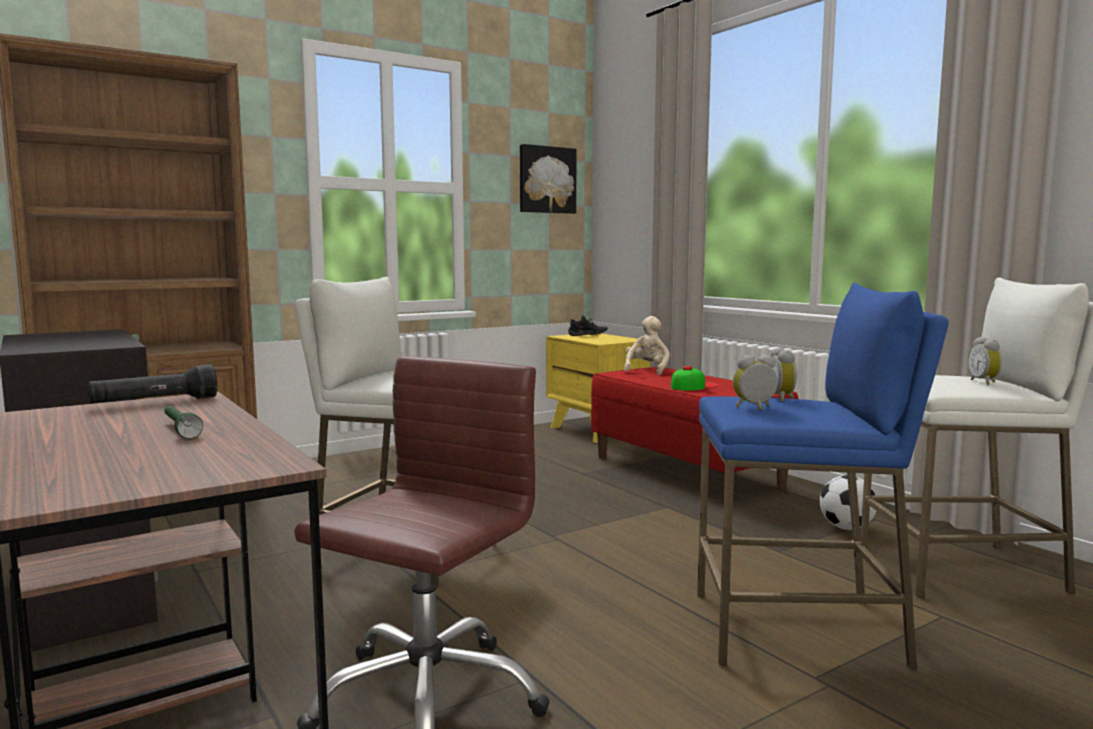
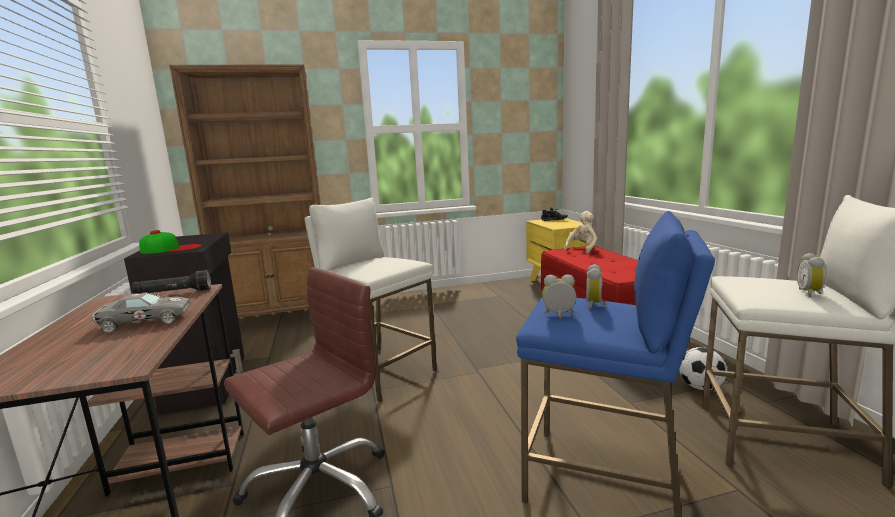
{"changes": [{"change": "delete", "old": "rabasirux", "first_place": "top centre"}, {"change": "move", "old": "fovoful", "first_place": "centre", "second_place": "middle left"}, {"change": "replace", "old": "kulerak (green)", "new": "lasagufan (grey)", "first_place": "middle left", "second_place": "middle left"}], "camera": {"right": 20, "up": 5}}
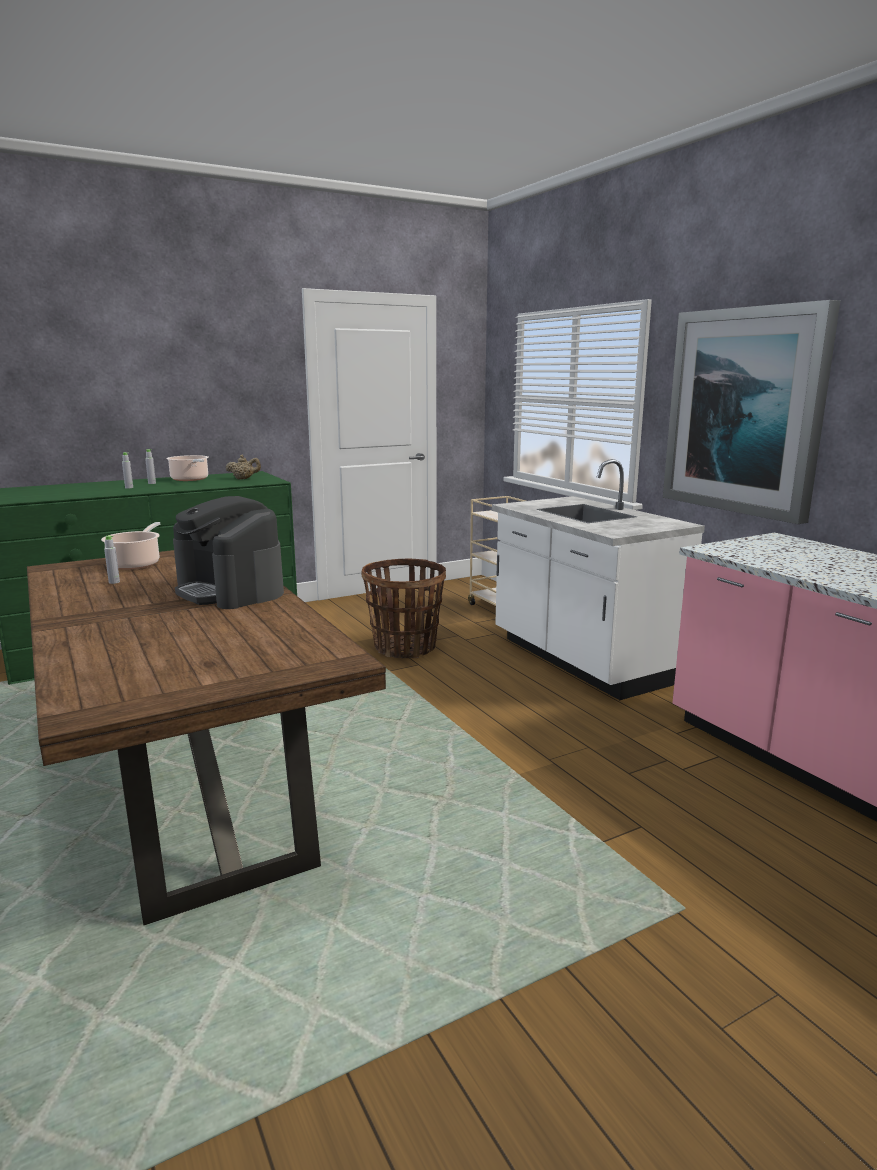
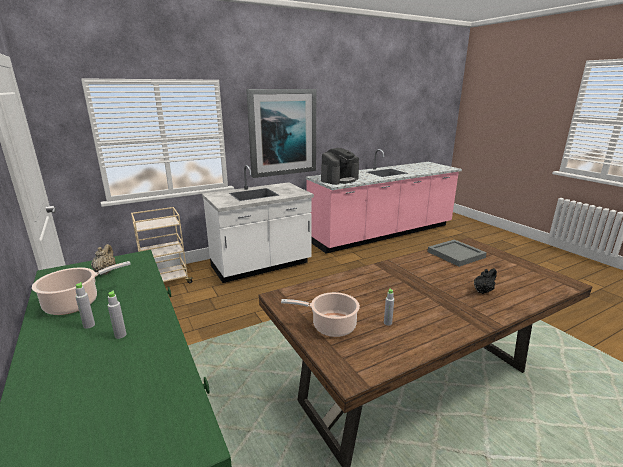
{"changes": [{"change": "move", "old": "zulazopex", "first_place": "middle left", "second_place": "centre"}, {"change": "delete", "old": "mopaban", "first_place": "centre"}, {"change": "insert", "new": "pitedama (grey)", "second_place": "middle right"}, {"change": "insert", "new": "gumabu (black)", "second_place": "middle right"}], "camera": {"right": -90, "up": 5}}
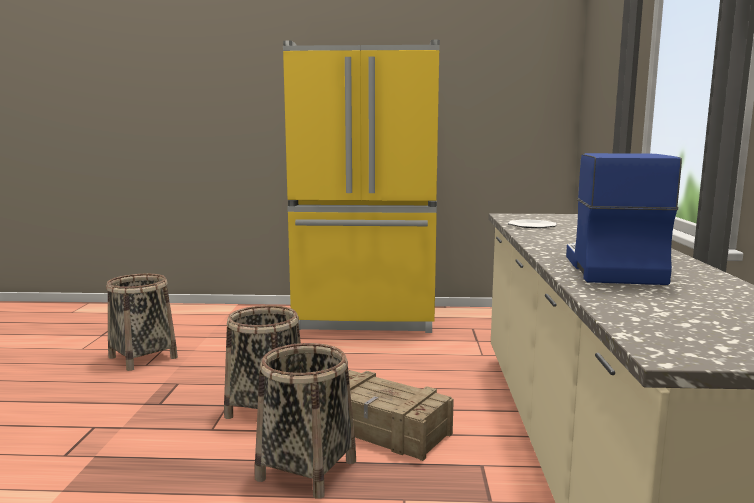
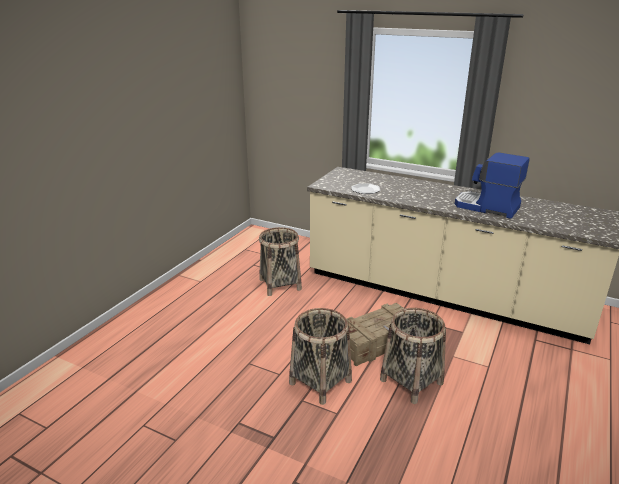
{"changes": [{"change": "delete", "old": "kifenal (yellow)", "first_place": "centre"}, {"change": "move", "old": "mopaban (1st from left)", "first_place": "middle left", "second_place": "centre"}], "camera": {"right": -65, "up": 15}}
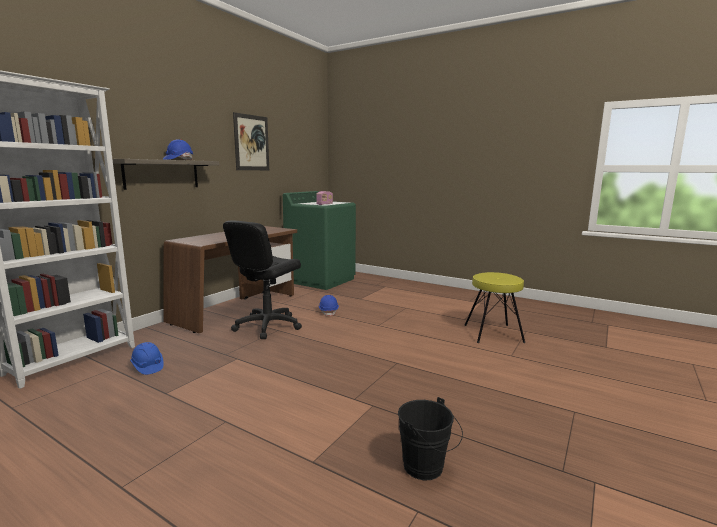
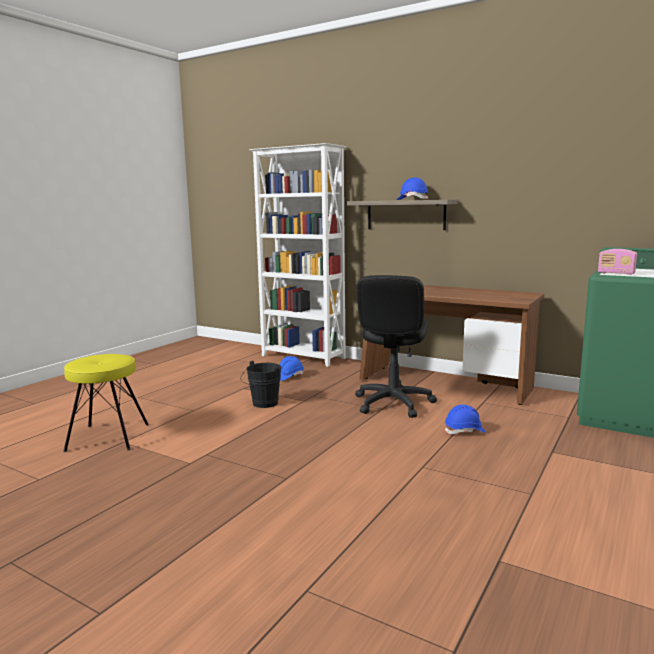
{"changes": [{"change": "delete", "old": "rabasirux", "first_place": "top centre"}, {"change": "rotate", "old": "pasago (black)", "first_place": "centre", "second_place": "centre", "degrees": -105}, {"change": "move", "old": "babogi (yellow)", "first_place": "middle right", "second_place": "middle left"}, {"change": "move", "old": "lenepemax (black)", "first_place": "bottom centre", "second_place": "centre"}], "camera": {"right": 90, "up": 0}}
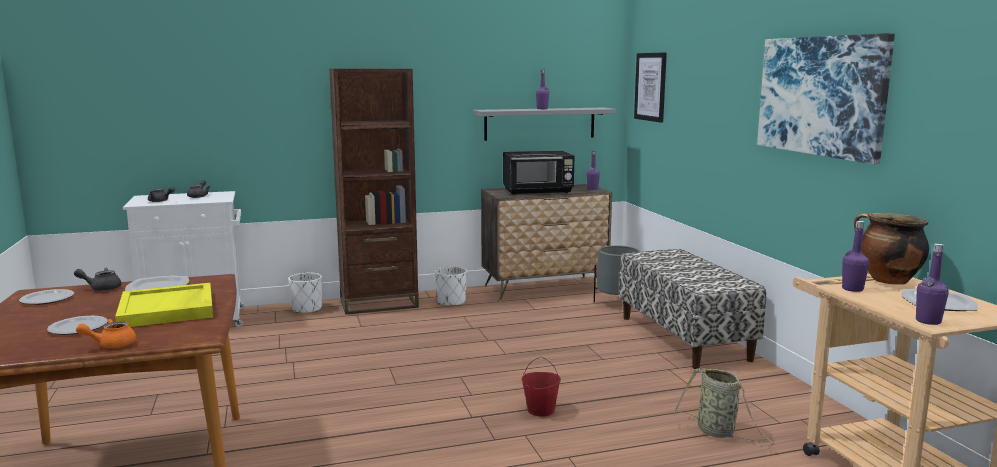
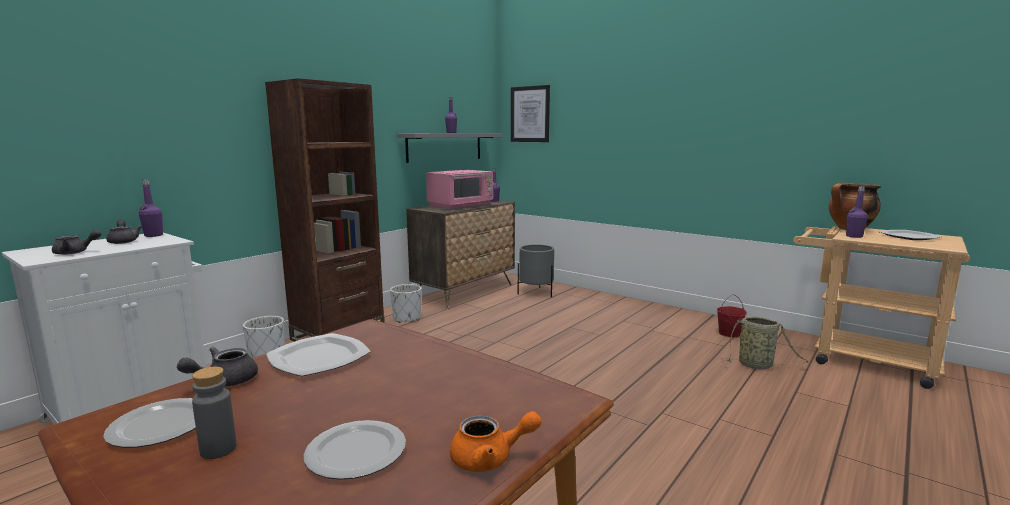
{"changes": [{"change": "delete", "old": "rabasirux (2nd from left)", "first_place": "top right"}, {"change": "recolor", "old": "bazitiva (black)", "new": "bazitiva (pink)", "first_place": "centre", "second_place": "centre"}, {"change": "move", "old": "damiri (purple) (4th from left in the first image)", "new": "damiri (purple) (1st from left)", "first_place": "middle right", "second_place": "middle left"}, {"change": "delete", "old": "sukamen", "first_place": "middle right"}, {"change": "delete", "old": "pitedama (yellow)", "first_place": "middle left"}, {"change": "rotate", "old": "gumabu (orange)", "first_place": "bottom left", "second_place": "bottom centre", "degrees": -120}, {"change": "move", "old": "lenepemax (red)", "first_place": "bottom centre", "second_place": "middle right"}, {"change": "insert", "new": "damiri (grey)", "second_place": "bottom left"}], "camera": {"right": -35, "up": 0}}
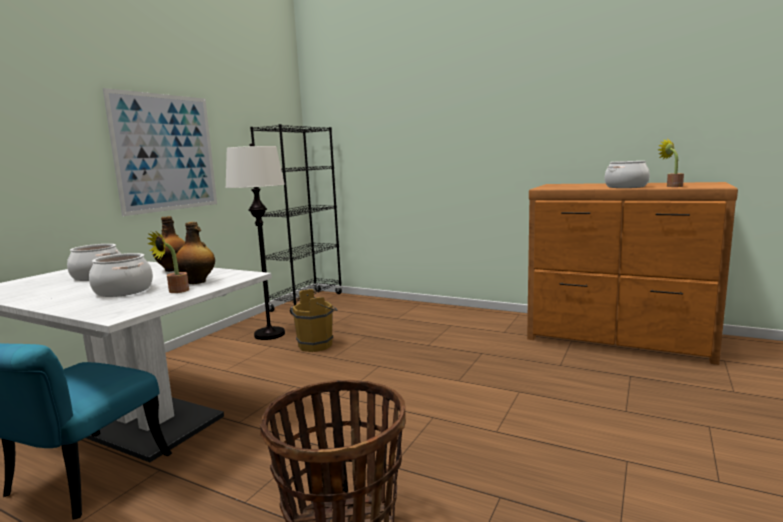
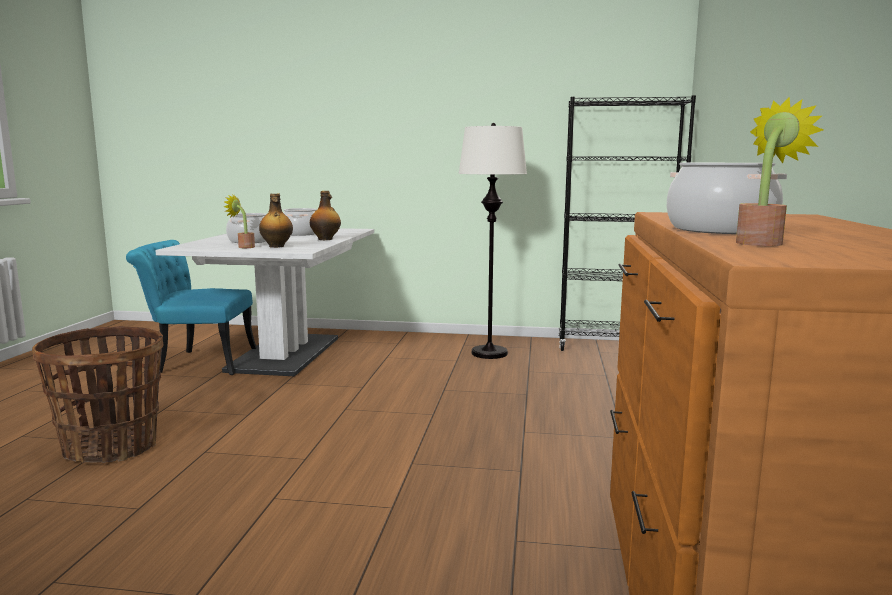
{"changes": [{"change": "delete", "old": "rabasirux", "first_place": "top left"}, {"change": "delete", "old": "lenepemax (brown)", "first_place": "centre"}], "camera": {"right": 70, "up": 0}}
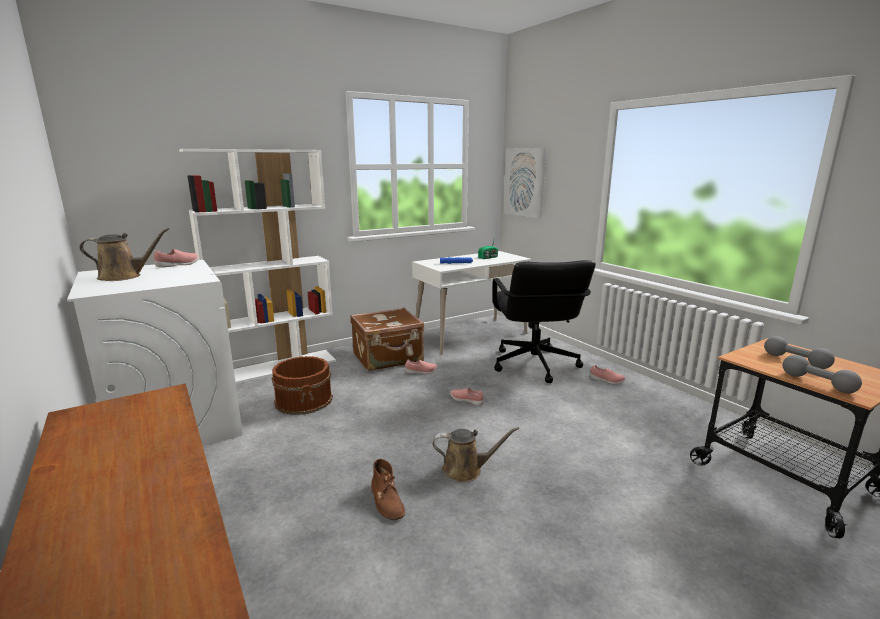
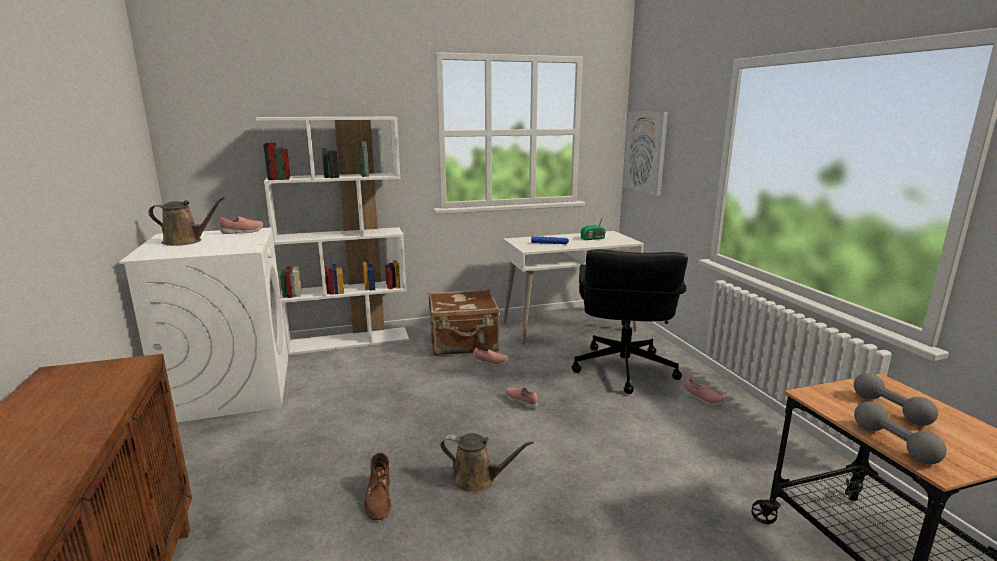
{"changes": [{"change": "delete", "old": "lenepemax (brown)", "first_place": "centre"}], "camera": {"right": 15, "up": 0}}
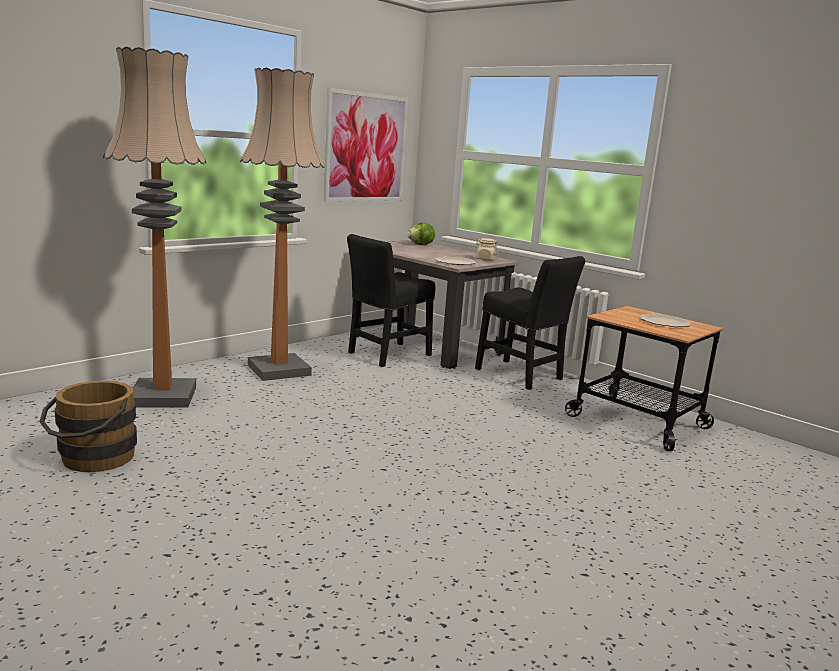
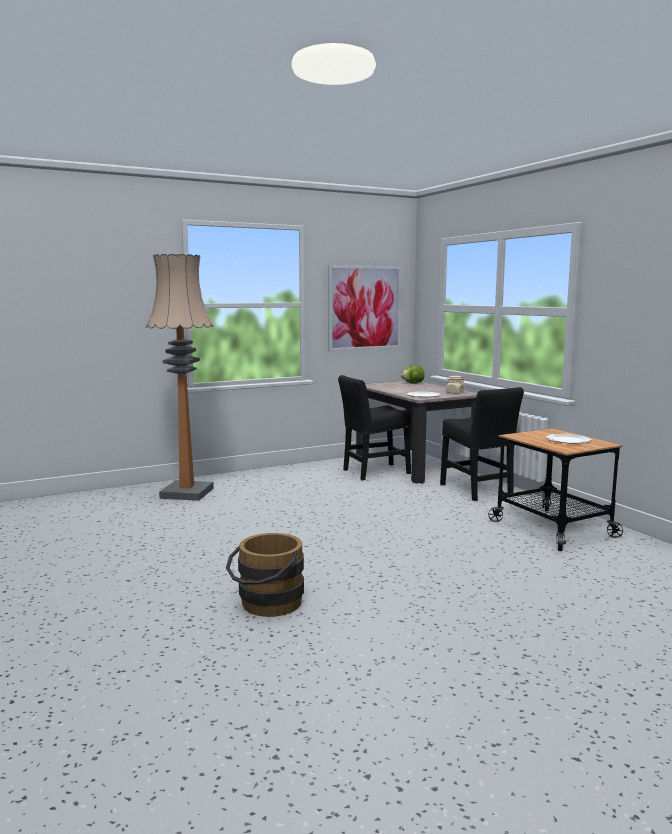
{"changes": [{"change": "delete", "old": "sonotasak (2nd from left)", "first_place": "centre"}, {"change": "move", "old": "lenepemax (brown)", "first_place": "middle left", "second_place": "bottom centre"}], "camera": {"right": 20, "up": -5}}
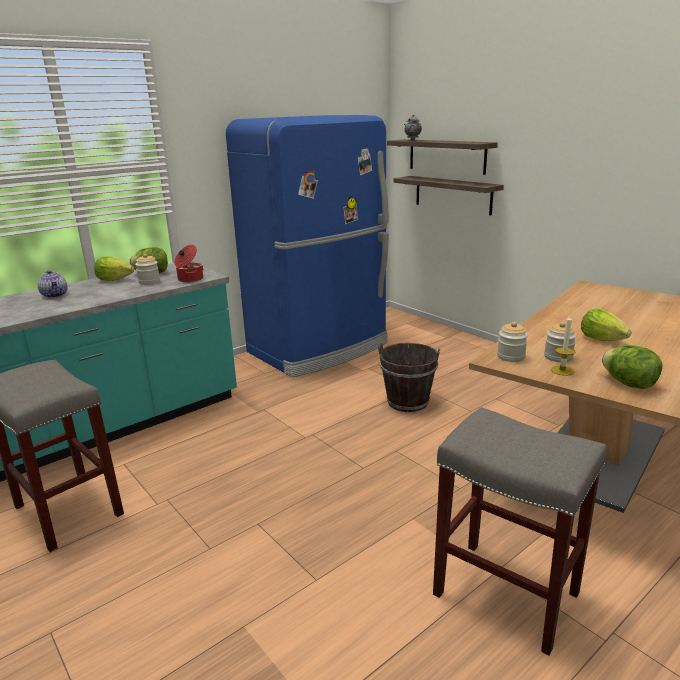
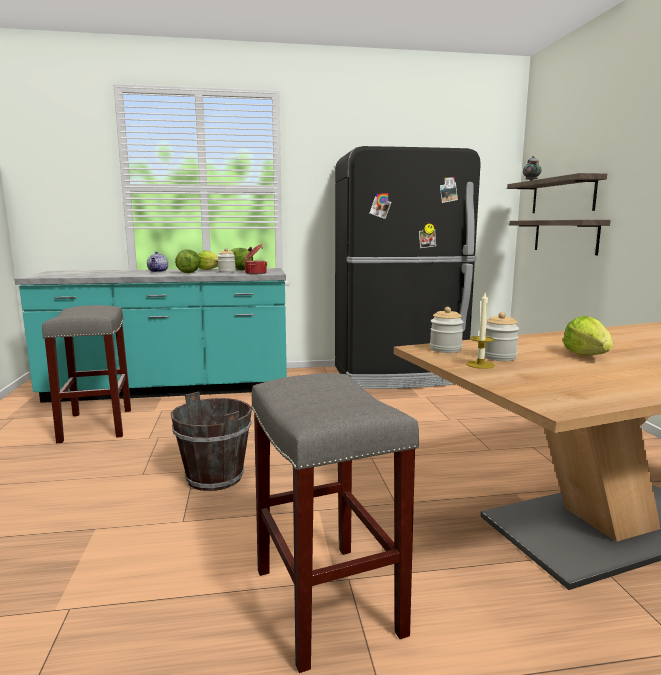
{"changes": [{"change": "recolor", "old": "kifenal (blue)", "new": "kifenal (black)", "first_place": "centre", "second_place": "centre"}, {"change": "move", "old": "lenepemax (brown)", "first_place": "centre", "second_place": "middle left"}, {"change": "move", "old": "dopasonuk (4th from left in the first image)", "new": "dopasonuk (1st from left)", "first_place": "middle right", "second_place": "middle left"}], "camera": {"right": 30, "up": -10}}
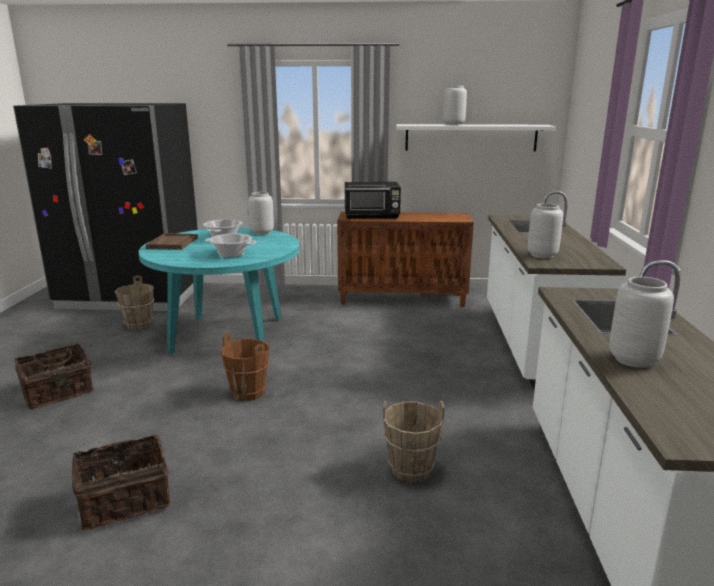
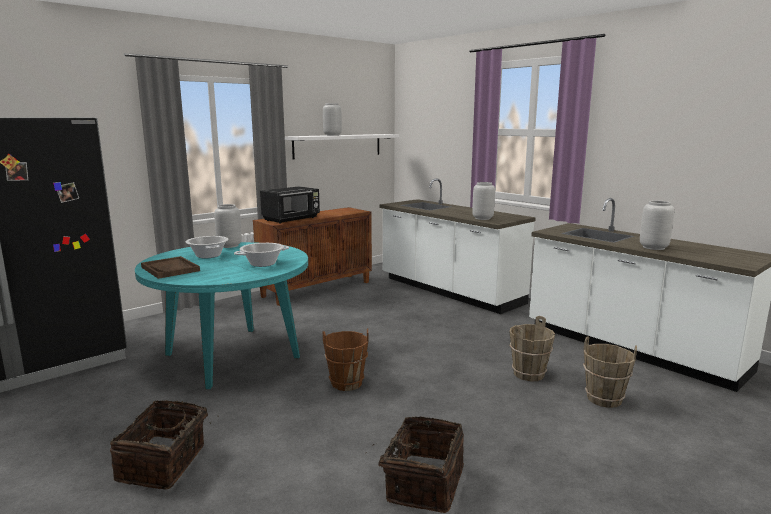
{"changes": [{"change": "move", "old": "lenepemax (brown) (1st from left in the first image)", "new": "lenepemax (brown) (3rd from left)", "first_place": "middle left", "second_place": "bottom right"}], "camera": {"right": -45, "up": -5}}
